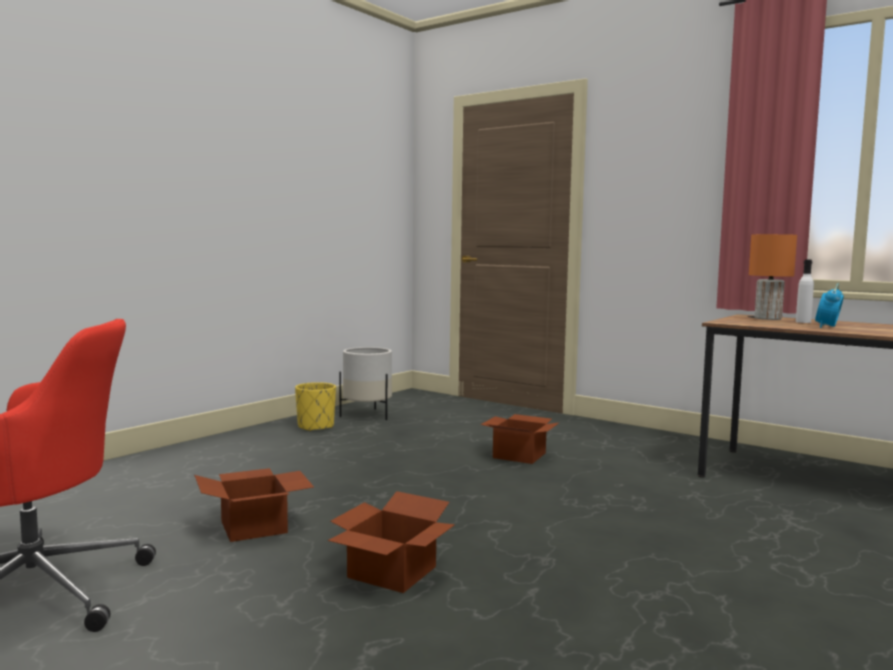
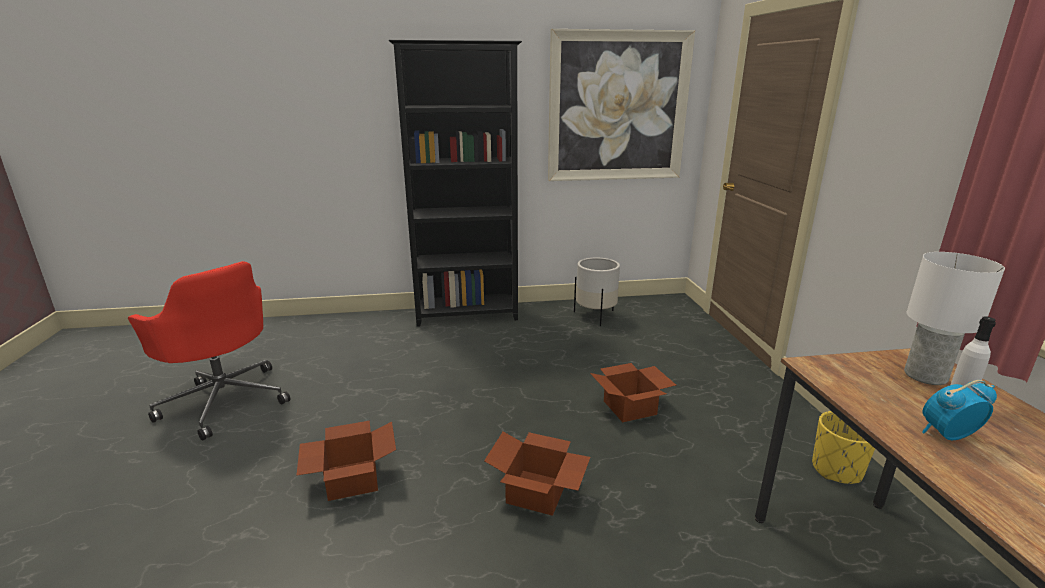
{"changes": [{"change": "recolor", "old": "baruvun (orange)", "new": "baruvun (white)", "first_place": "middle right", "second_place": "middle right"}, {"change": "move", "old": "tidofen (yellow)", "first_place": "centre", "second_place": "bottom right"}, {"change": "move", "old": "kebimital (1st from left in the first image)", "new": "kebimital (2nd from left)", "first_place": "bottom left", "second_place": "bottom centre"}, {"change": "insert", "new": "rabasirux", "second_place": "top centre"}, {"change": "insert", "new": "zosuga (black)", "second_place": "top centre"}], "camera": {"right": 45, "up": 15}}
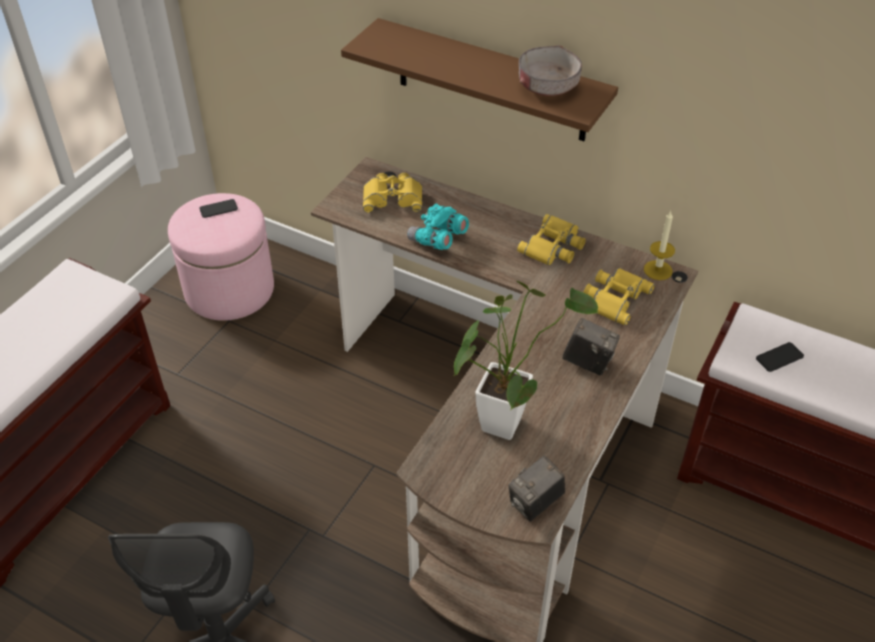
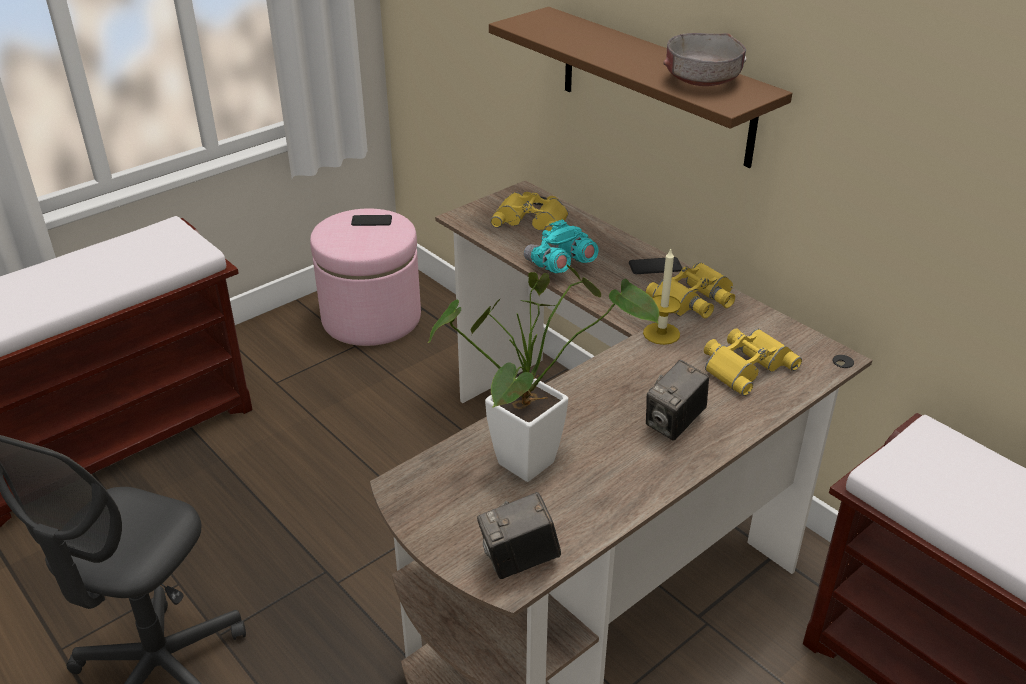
{"changes": [{"change": "move", "old": "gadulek", "first_place": "middle right", "second_place": "centre"}, {"change": "rotate", "old": "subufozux (2nd from left)", "first_place": "middle right", "second_place": "centre", "degrees": 90}, {"change": "move", "old": "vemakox (2nd from left)", "first_place": "middle right", "second_place": "centre"}], "camera": {"right": 20, "up": -10}}
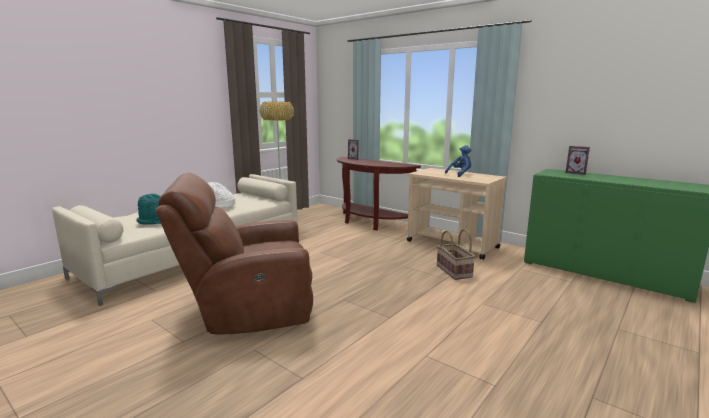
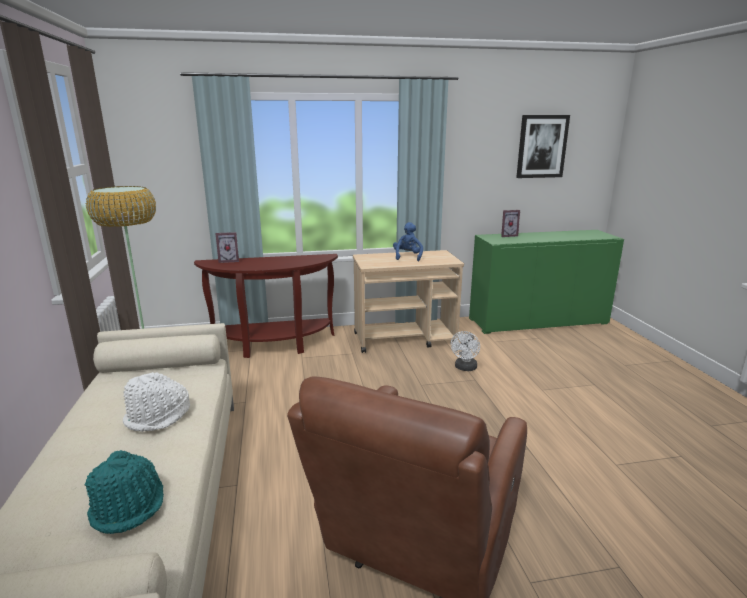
{"changes": [{"change": "replace", "old": "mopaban", "new": "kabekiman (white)", "first_place": "centre", "second_place": "centre"}, {"change": "insert", "new": "rabasirux", "second_place": "top right"}], "camera": {"right": -50, "up": 5}}
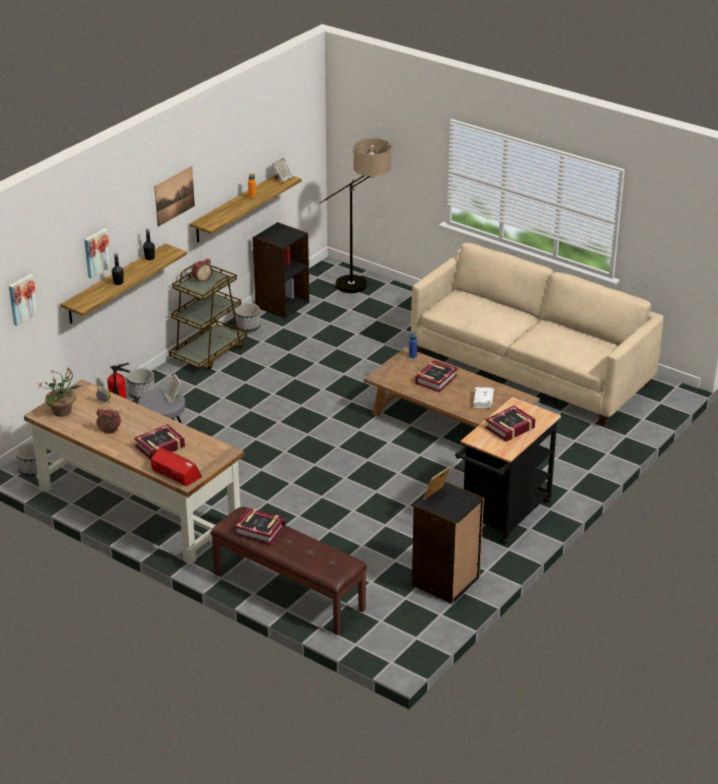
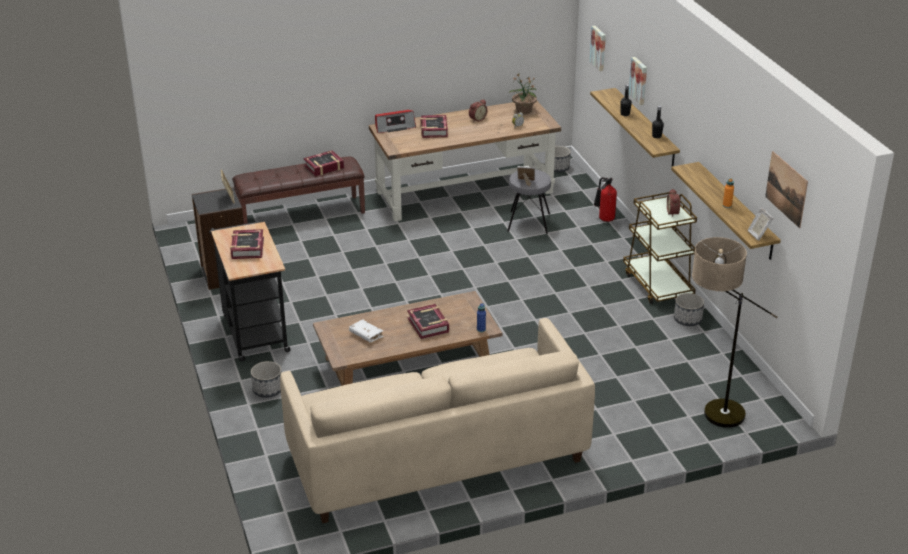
{"changes": [{"change": "move", "old": "rabasirux (3rd from left)", "first_place": "top left", "second_place": "middle right"}, {"change": "delete", "old": "zosuga (black) (1st from left)", "first_place": "centre"}, {"change": "move", "old": "tidofen (2nd from left in the first image)", "new": "tidofen (1st from left)", "first_place": "middle left", "second_place": "bottom left"}], "camera": {"right": 125, "up": 0}}
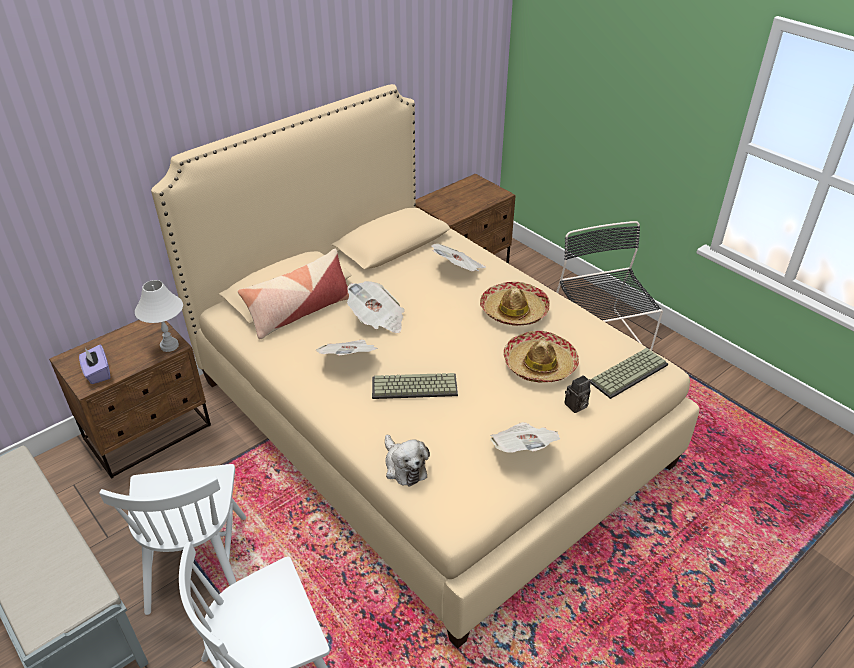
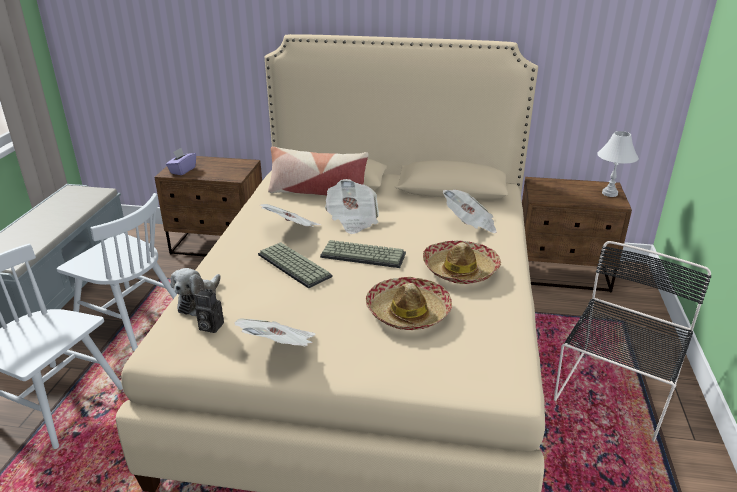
{"changes": [{"change": "move", "old": "baruvun (white)", "first_place": "middle left", "second_place": "middle right"}, {"change": "move", "old": "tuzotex (2nd from left)", "first_place": "middle right", "second_place": "centre"}, {"change": "move", "old": "subufozux", "first_place": "middle right", "second_place": "middle left"}, {"change": "rotate", "old": "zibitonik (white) (1st from left in the first image)", "first_place": "bottom left", "second_place": "middle left", "degrees": -105}], "camera": {"right": 50, "up": -10}}
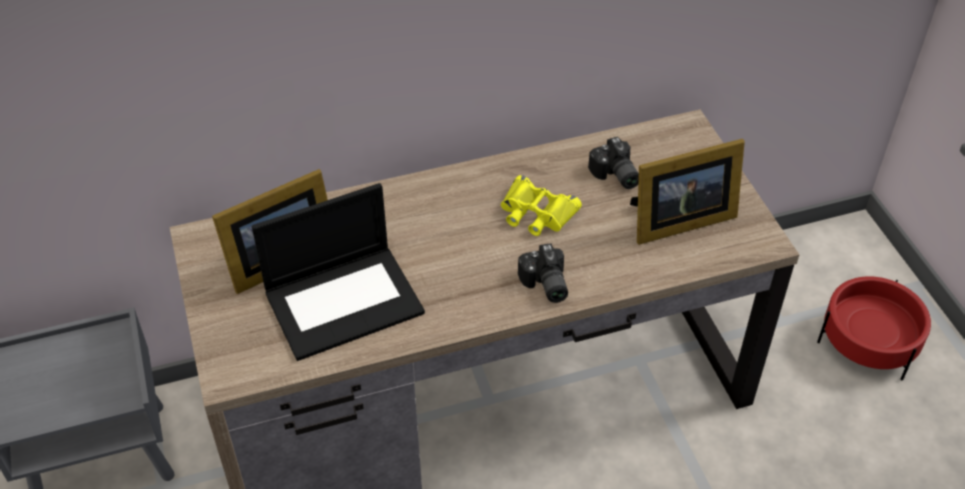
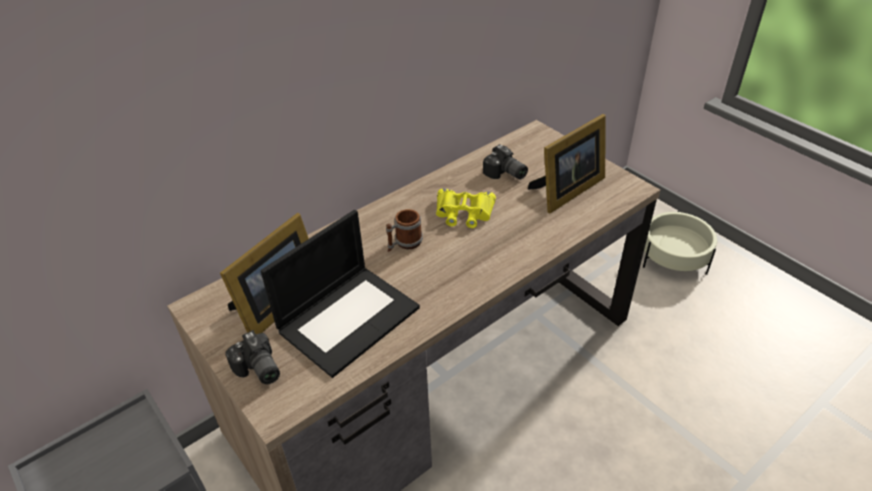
{"changes": [{"change": "move", "old": "subufozux (1st from left)", "first_place": "centre", "second_place": "bottom left"}, {"change": "recolor", "old": "tidofen (red)", "new": "tidofen (beige)", "first_place": "bottom right", "second_place": "middle right"}, {"change": "insert", "new": "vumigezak", "second_place": "centre"}], "camera": {"right": -20, "up": -5}}
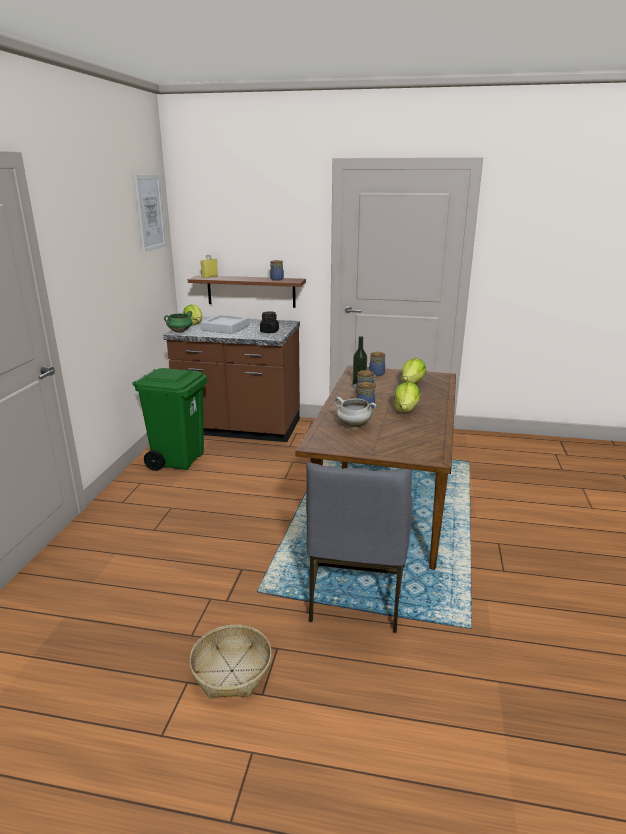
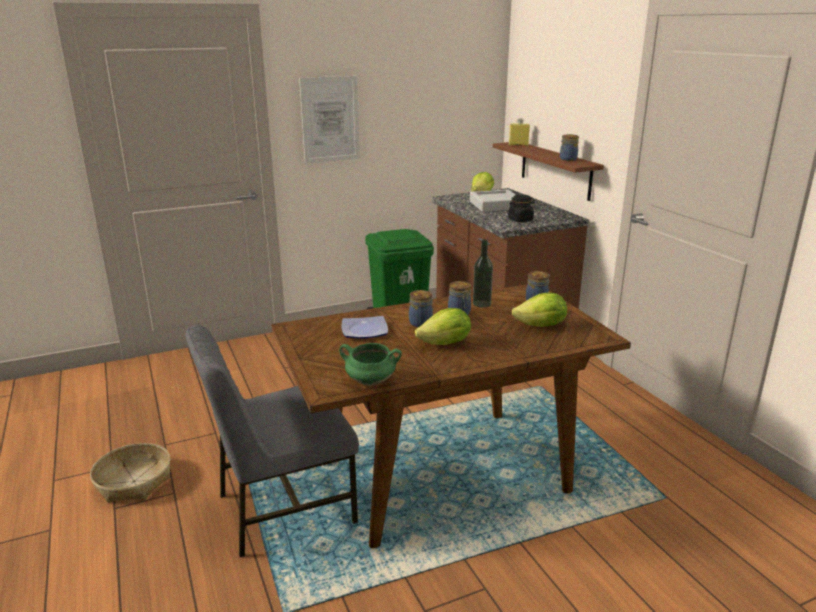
{"changes": [{"change": "move", "old": "rabasirux", "first_place": "top left", "second_place": "top centre"}, {"change": "move", "old": "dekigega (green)", "first_place": "middle left", "second_place": "centre"}, {"change": "replace", "old": "dekigega (white)", "new": "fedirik", "first_place": "centre", "second_place": "centre"}], "camera": {"right": 55, "up": 0}}
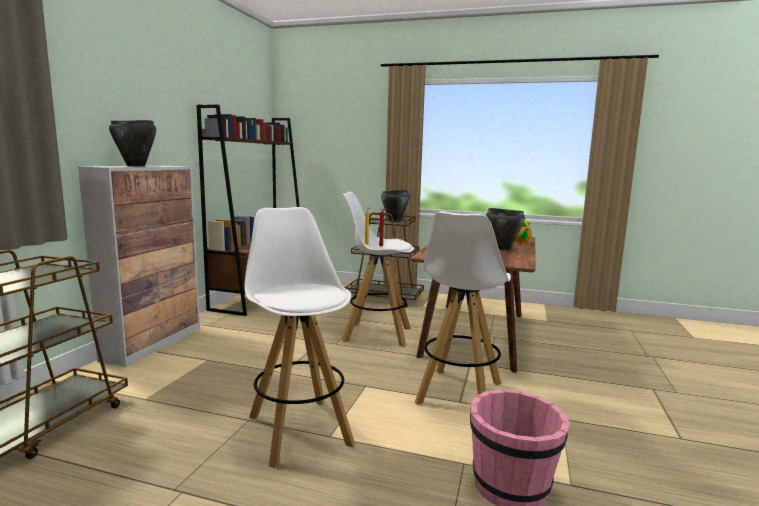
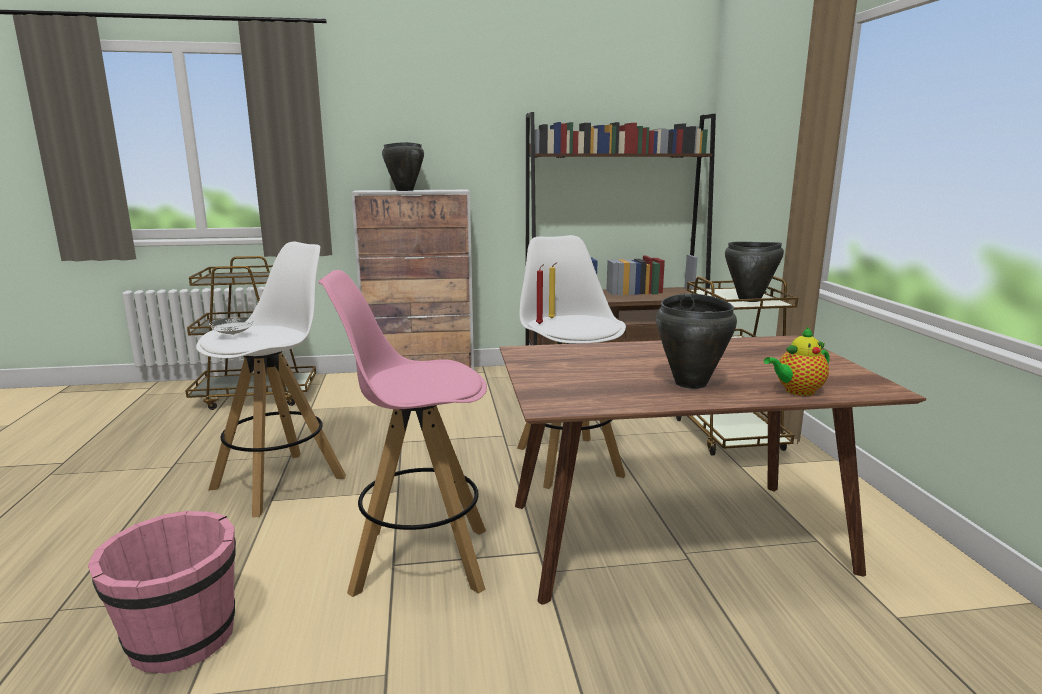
{"changes": [{"change": "recolor", "old": "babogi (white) (3rd from left)", "new": "babogi (pink)", "first_place": "centre", "second_place": "centre"}, {"change": "insert", "new": "fedirik (white)", "second_place": "middle left"}], "camera": {"right": 65, "up": 5}}
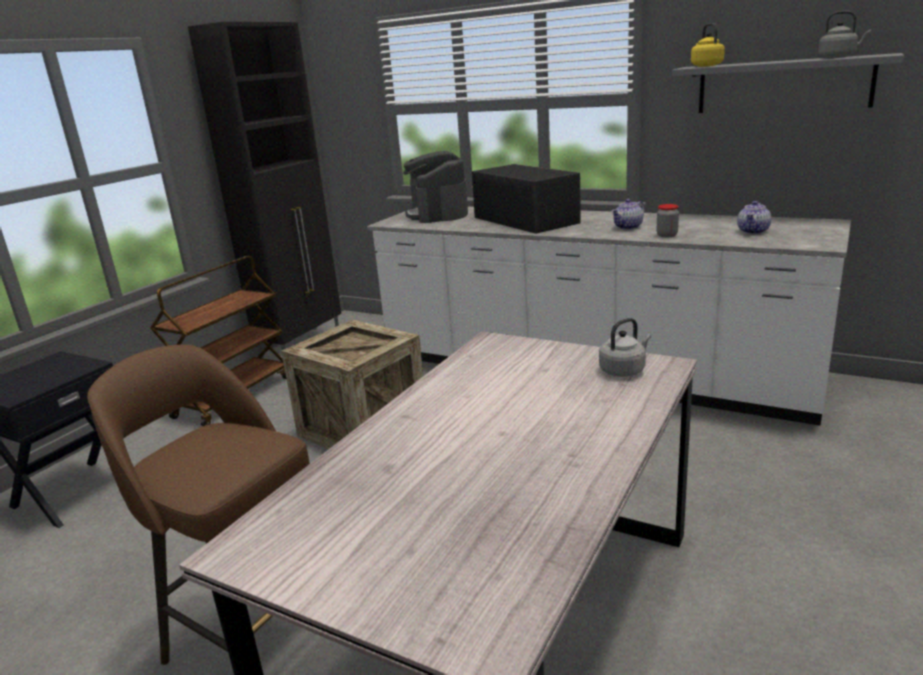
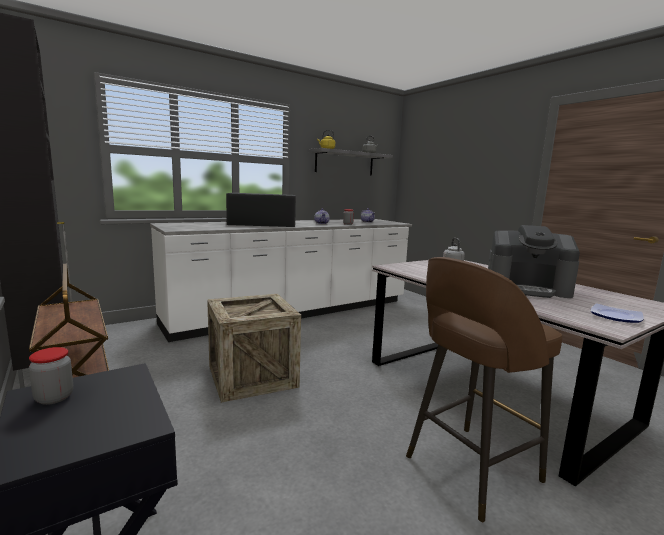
{"changes": [{"change": "move", "old": "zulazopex", "first_place": "top centre", "second_place": "middle right"}, {"change": "insert", "new": "fedirik", "second_place": "middle right"}, {"change": "insert", "new": "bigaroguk (1st from left)", "second_place": "bottom left"}], "camera": {"right": -65, "up": -10}}
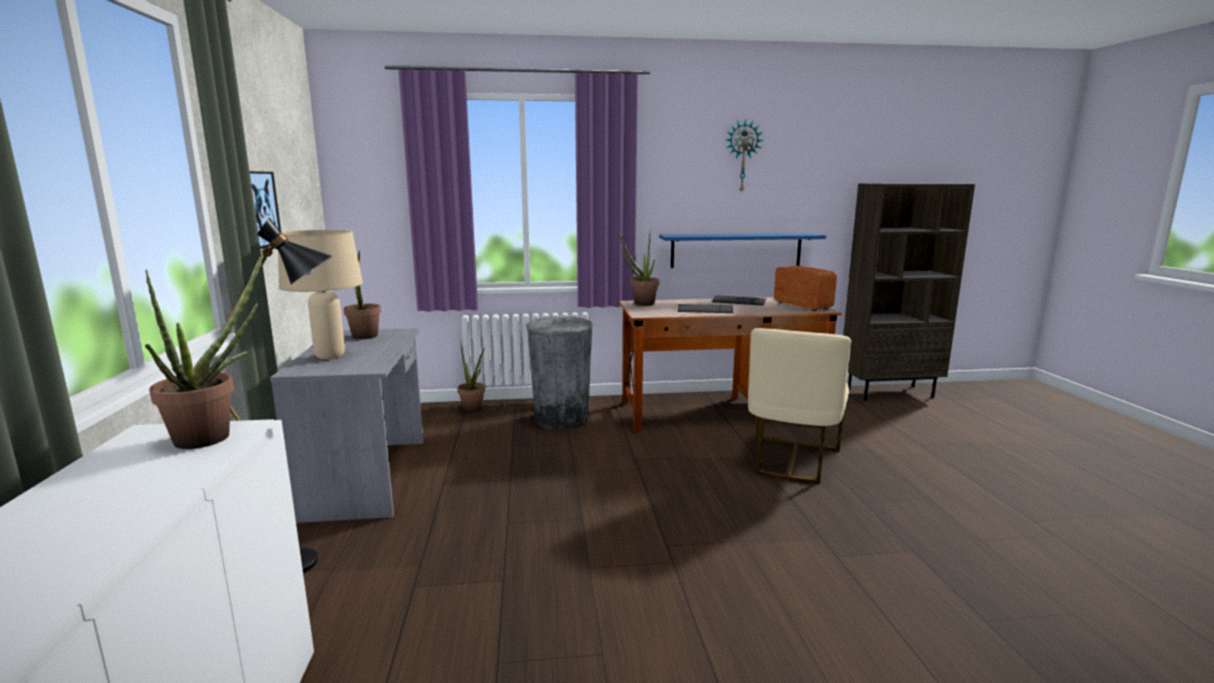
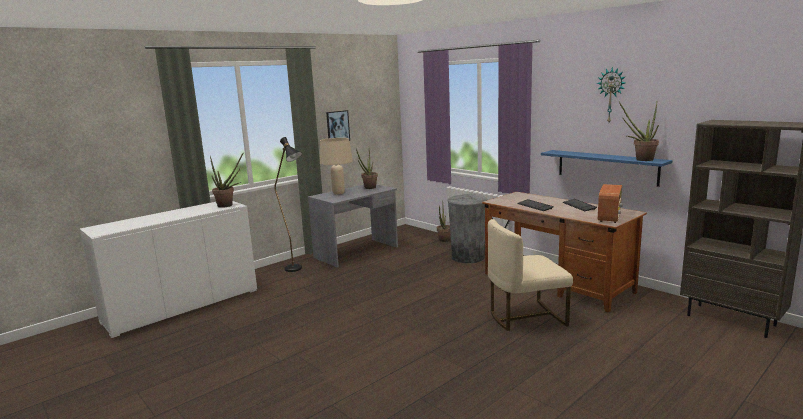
{"changes": [{"change": "move", "old": "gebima (4th from left)", "first_place": "centre", "second_place": "top right"}], "camera": {"right": 55, "up": 0}}
